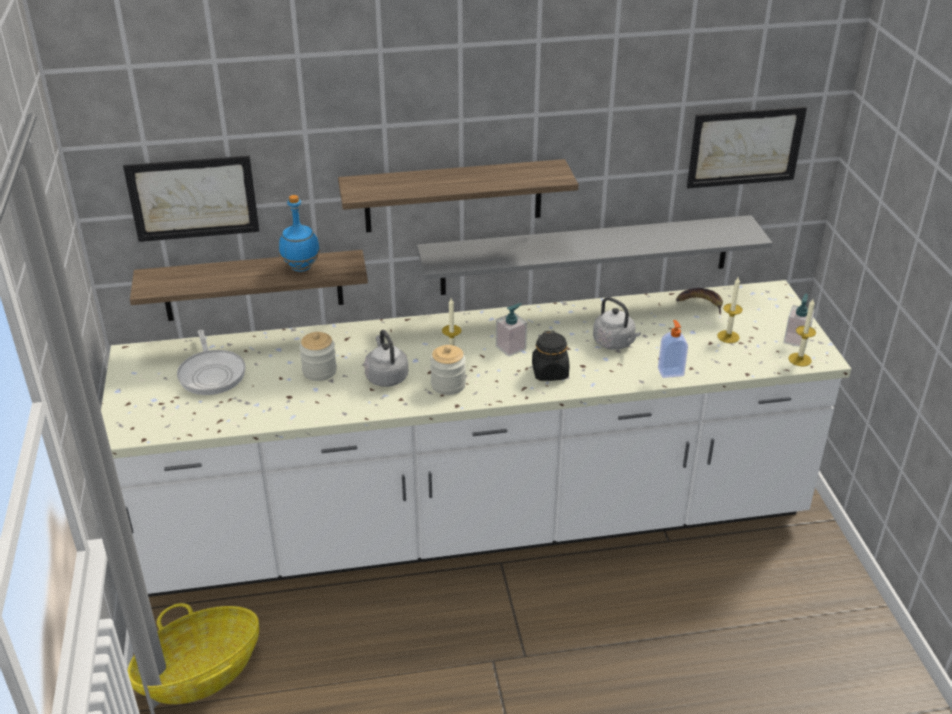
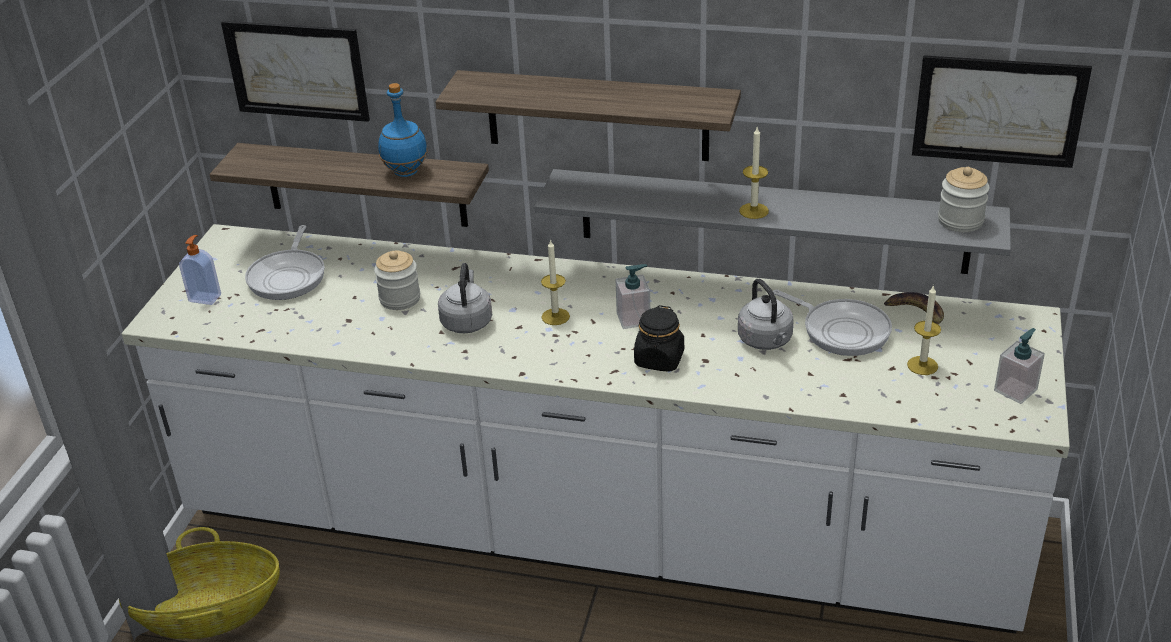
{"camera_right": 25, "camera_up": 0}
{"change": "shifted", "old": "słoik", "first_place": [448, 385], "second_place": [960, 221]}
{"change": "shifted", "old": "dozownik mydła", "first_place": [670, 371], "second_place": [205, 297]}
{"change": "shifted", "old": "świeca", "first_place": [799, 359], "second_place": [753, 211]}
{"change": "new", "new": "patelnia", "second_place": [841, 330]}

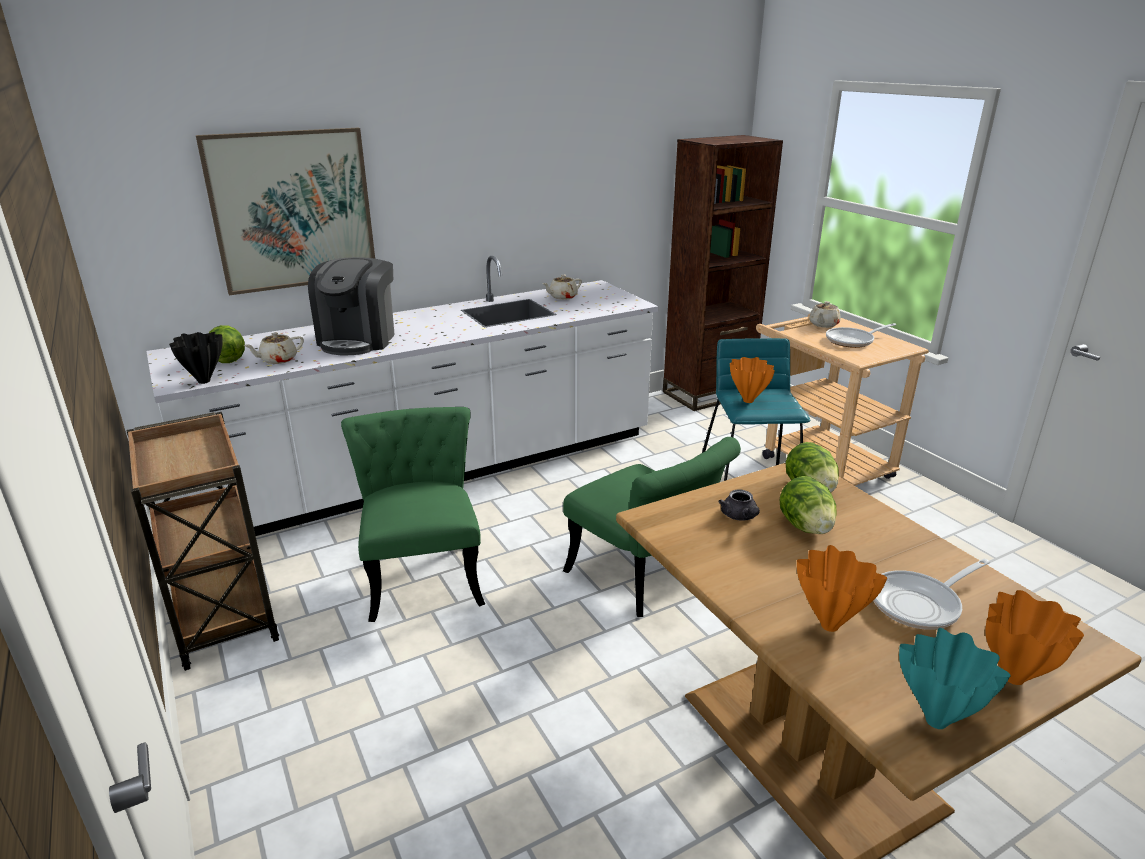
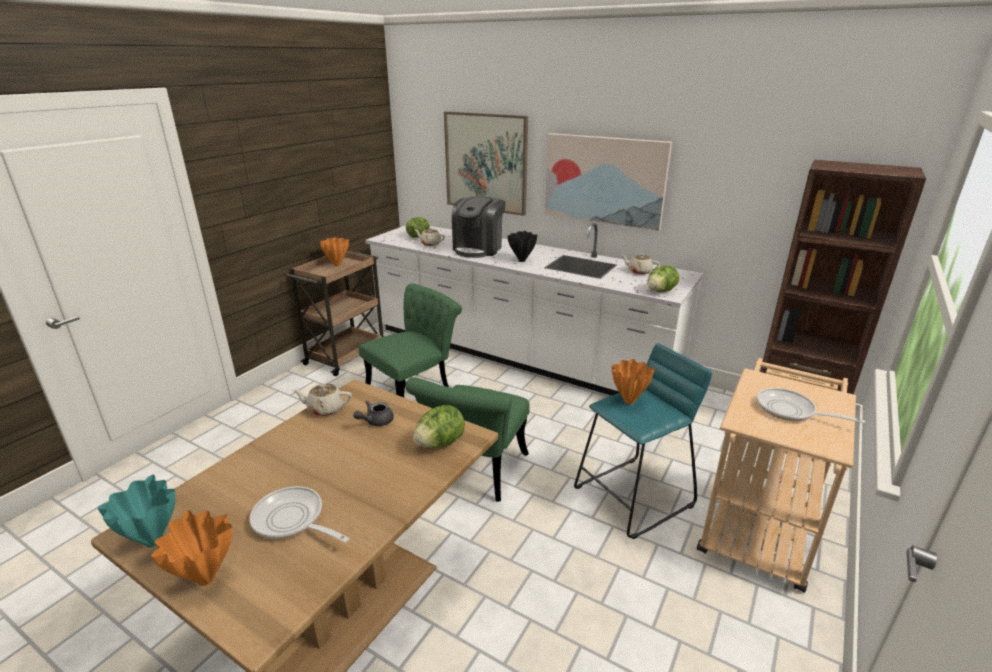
{"camera_right": 60, "camera_up": 0}
{"change": "shifted", "old": "wazon [czarny]", "first_place": [204, 381], "second_place": [522, 261]}
{"change": "rotated", "old": "ekspres do kawy", "first_place": [358, 340], "second_place": [478, 249], "degrees": -45}
{"change": "shifted", "old": "sałata", "first_place": [806, 527], "second_place": [660, 291]}
{"change": "shifted", "old": "wazon [pomarańczowy]", "first_place": [828, 625], "second_place": [337, 265]}
{"change": "shifted", "old": "imbryk [beżowy]", "first_place": [823, 324], "second_place": [325, 409]}
{"change": "new", "new": "obraz", "second_place": [604, 180]}

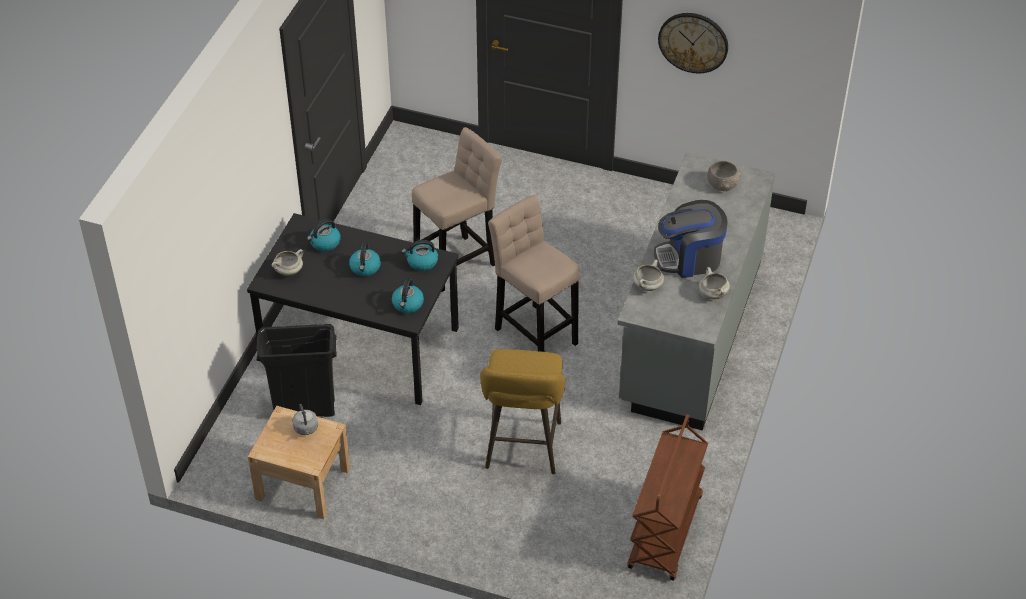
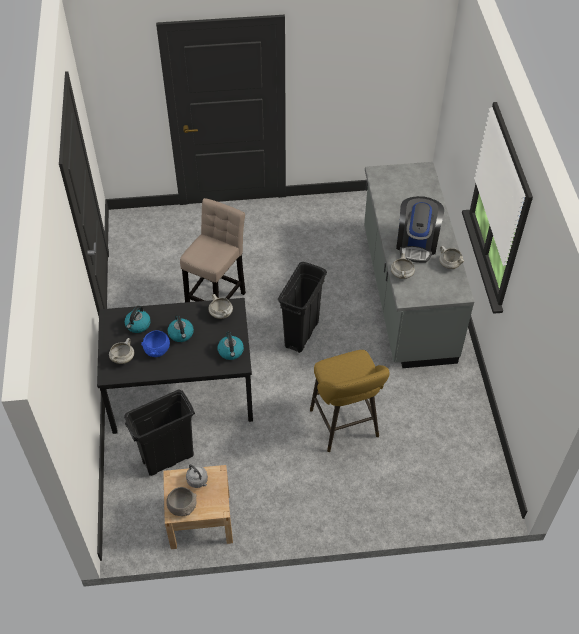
{"camera_right": -25, "camera_up": 5}
{"change": "swapped", "old": "czajnik", "new": "garnek [biały]", "first_place": [421, 262], "second_place": [221, 314]}
{"change": "swapped", "old": "stołek [beżowy]", "new": "kosz na śmieci [czarny]", "first_place": [534, 332], "second_place": [301, 334]}
{"change": "gone", "old": "wózek [brązowy]", "first_place": [666, 533]}
{"change": "rotated", "old": "ekspres do kawy", "first_place": [689, 258], "second_place": [417, 243], "degrees": -45}
{"change": "gone", "old": "zegar ścienny", "first_place": [693, 42]}
{"change": "shifted", "old": "miska [szary]", "first_place": [722, 185], "second_place": [182, 507]}
{"change": "new", "new": "miska [niebieski]", "second_place": [157, 350]}

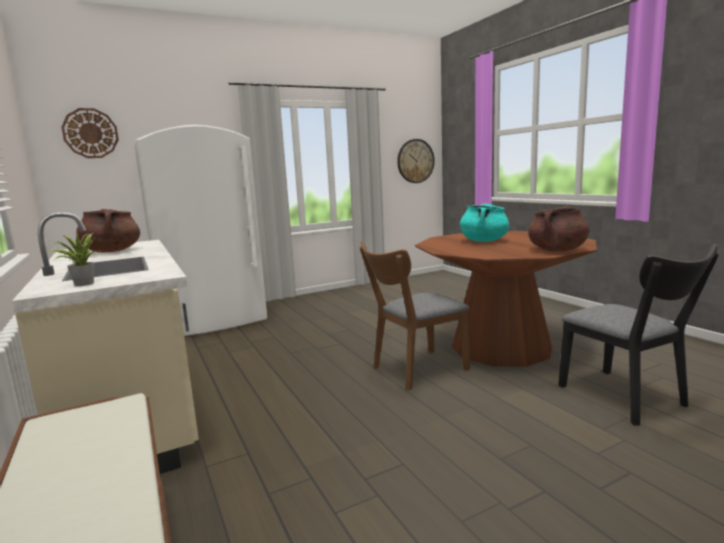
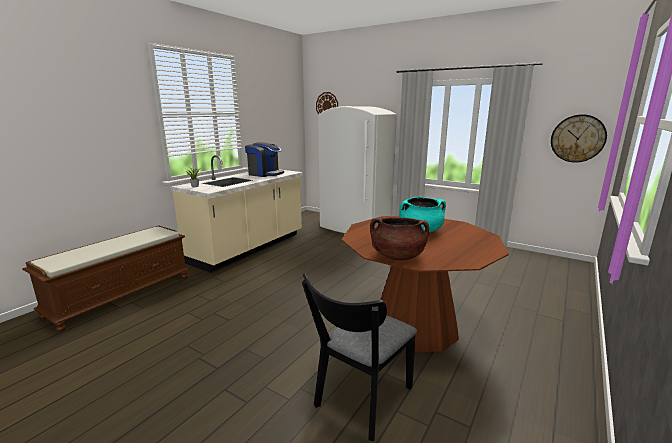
{"camera_right": 60, "camera_up": 5}
{"change": "swapped", "old": "garnek [brązowy]", "new": "ekspres do kawy", "first_place": [112, 251], "second_place": [265, 174]}
{"change": "gone", "old": "krzesło [brązowy]", "first_place": [414, 370]}

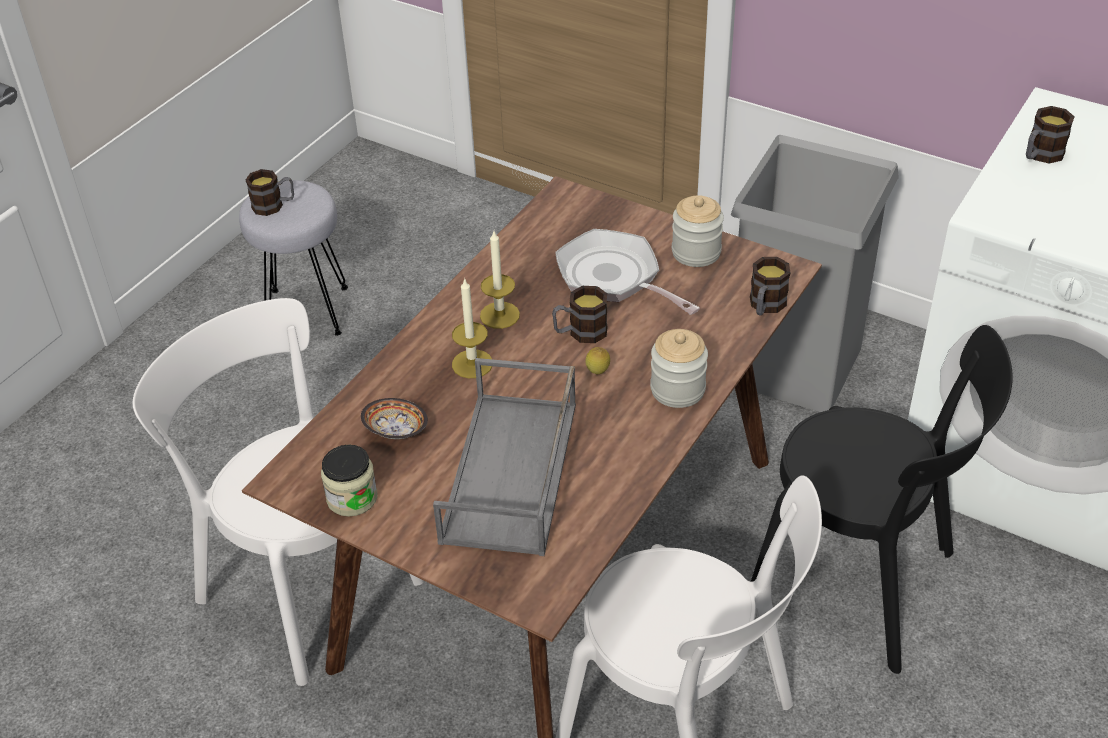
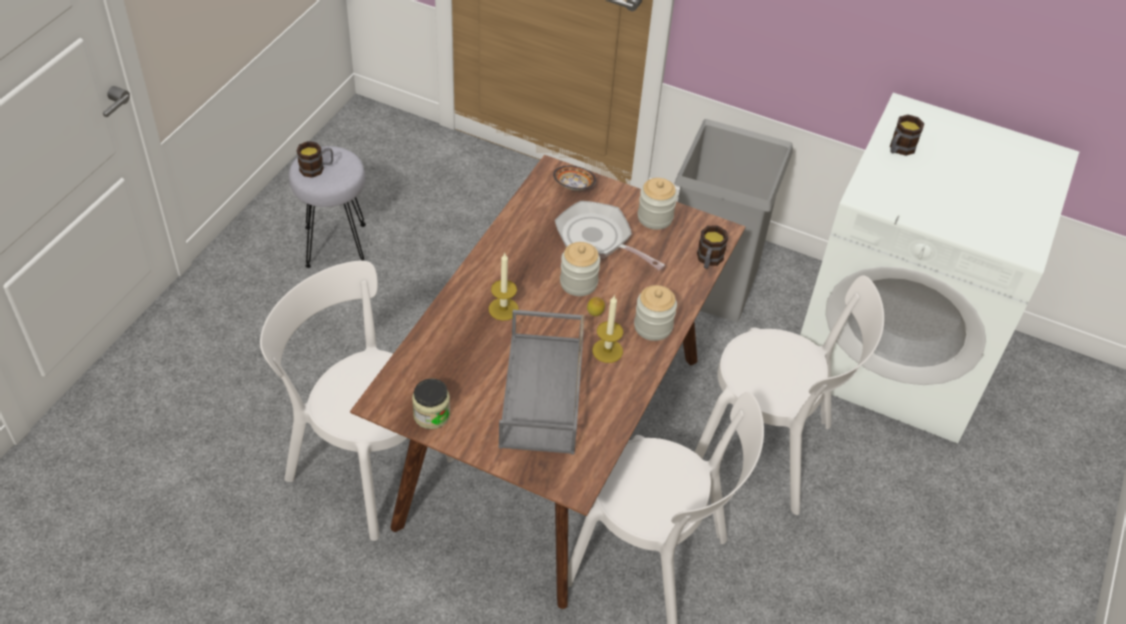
{"camera_right": -10, "camera_up": 5}
{"change": "shifted", "old": "miska", "first_place": [396, 431], "second_place": [573, 186]}
{"change": "shifted", "old": "świeca", "first_place": [499, 315], "second_place": [607, 351]}
{"change": "swapped", "old": "kubek", "new": "słoik", "first_place": [580, 332], "second_place": [578, 283]}
{"change": "repainted", "old": "krzesło [czarny]", "new": "krzesło [biały]", "first_place": [860, 584], "second_place": [768, 450]}

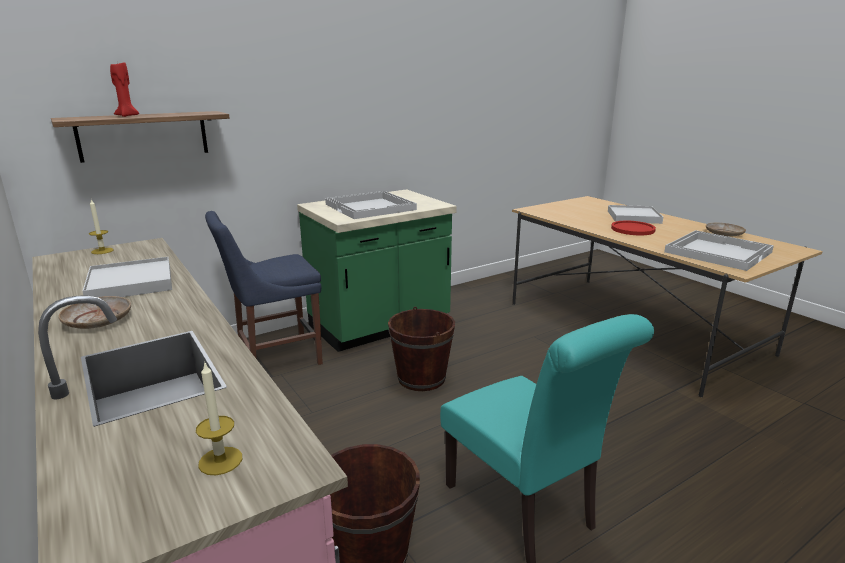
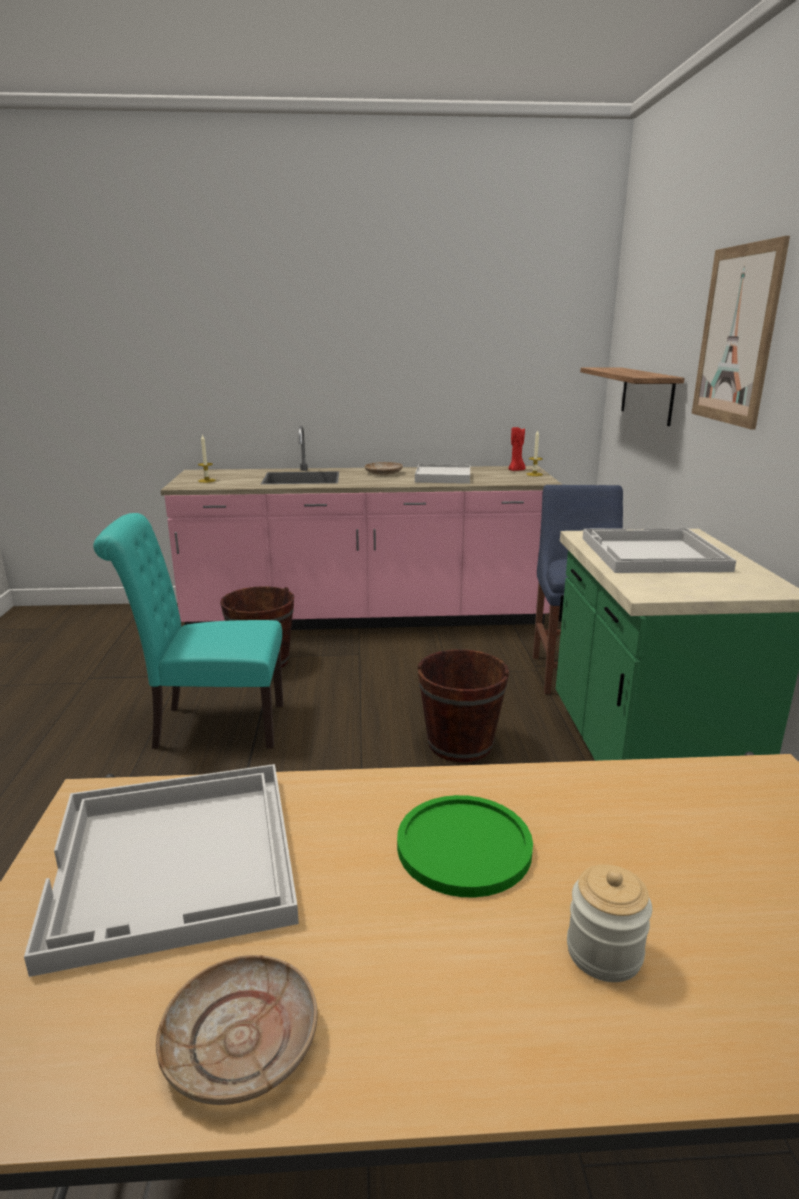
{"camera_right": 120, "camera_up": 0}
{"change": "shifted", "old": "świeca [czerwony]", "first_place": [127, 116], "second_place": [516, 470]}
{"change": "swapped", "old": "taca [biały]", "new": "słoik", "first_place": [633, 217], "second_place": [604, 952]}
{"change": "repainted", "old": "talerz [czerwony]", "new": "talerz [zielony]", "first_place": [632, 229], "second_place": [464, 846]}
{"change": "new", "new": "obraz", "second_place": [736, 335]}

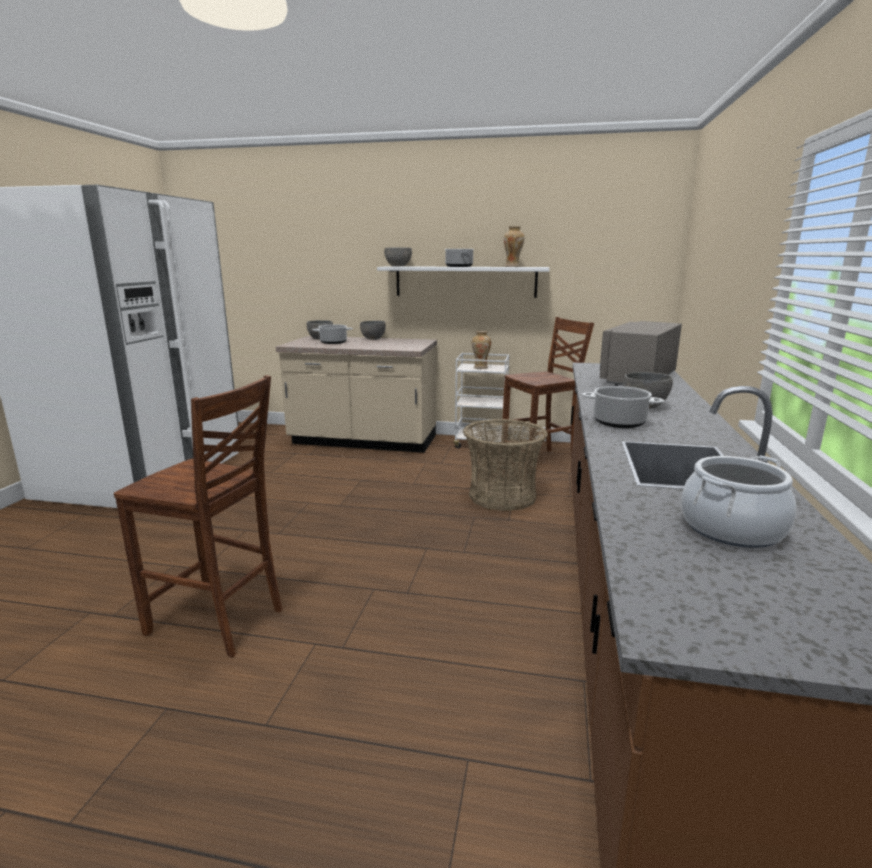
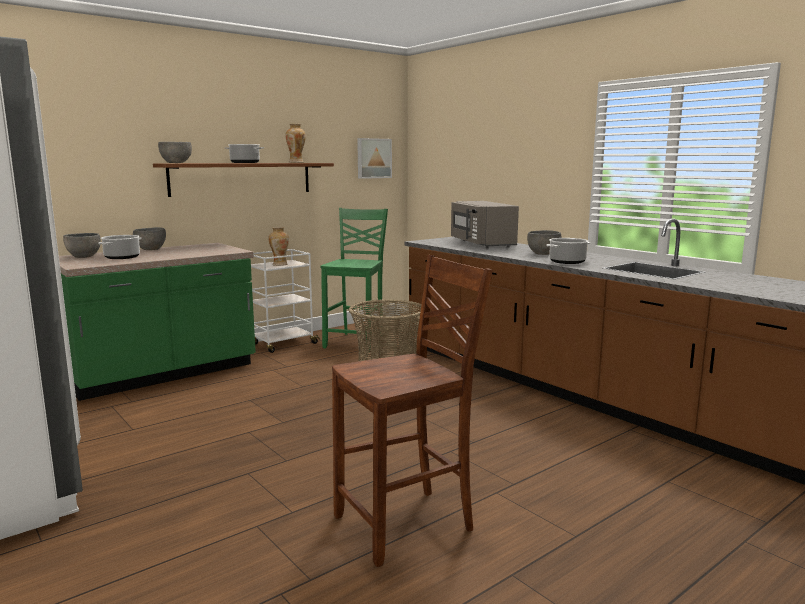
{"camera_right": -50, "camera_up": -5}
{"change": "repainted", "old": "zabudowa kuchenna [beżowy]", "new": "zabudowa kuchenna [zielony]", "first_place": [363, 441], "second_place": [163, 374]}
{"change": "repainted", "old": "półka [biały]", "new": "półka [brązowy]", "first_place": [465, 281], "second_place": [242, 178]}
{"change": "repainted", "old": "krzesło [brązowy]", "new": "krzesło [zielony]", "first_place": [540, 461], "second_place": [356, 342]}
{"change": "gone", "old": "garnek", "first_place": [731, 528]}
{"change": "new", "new": "obraz", "second_place": [373, 158]}

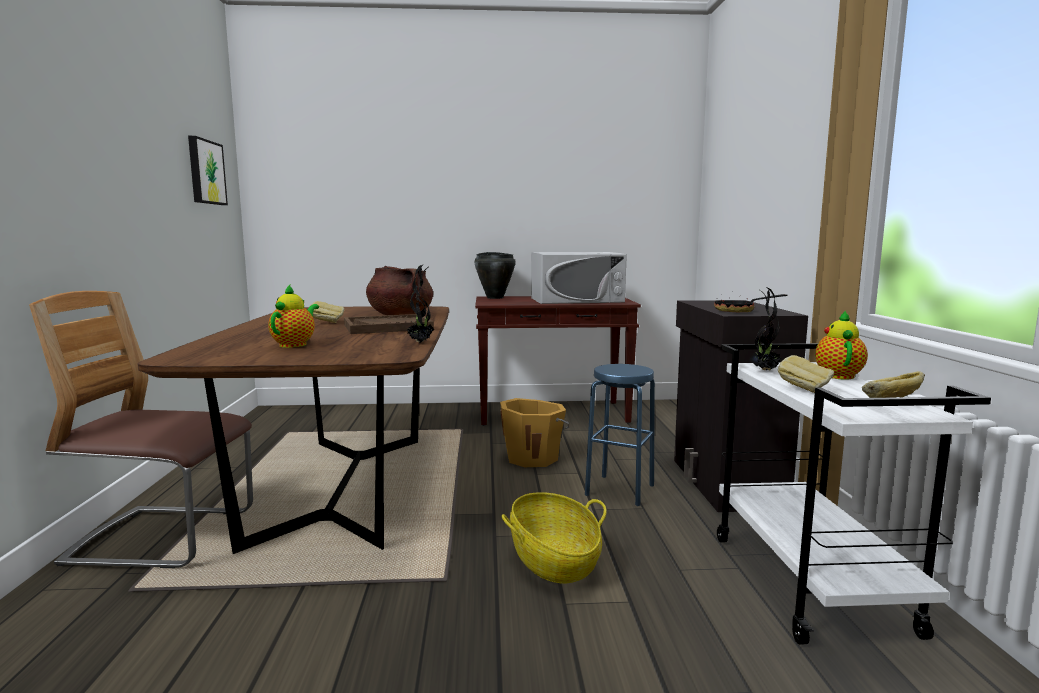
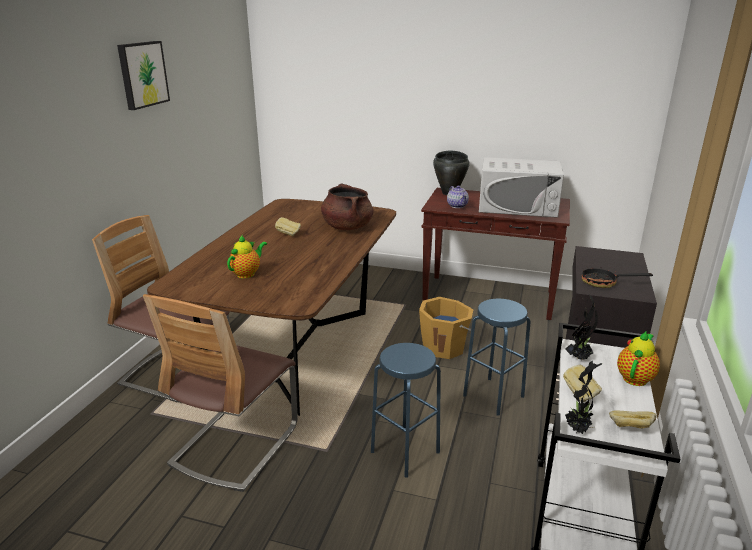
{"camera_right": 20, "camera_up": 15}
{"change": "shifted", "old": "obraz", "first_place": [205, 172], "second_place": [142, 74]}
{"change": "gone", "old": "taca [brązowy]", "first_place": [388, 327]}
{"change": "shifted", "old": "roślina doniczkowa", "first_place": [420, 342], "second_place": [578, 430]}
{"change": "swapped", "old": "koszyk", "new": "stołek [niebieski]", "first_place": [553, 560], "second_place": [405, 452]}
{"change": "new", "new": "krzesło", "second_place": [235, 445]}
{"change": "new", "new": "imbryk", "second_place": [457, 205]}

